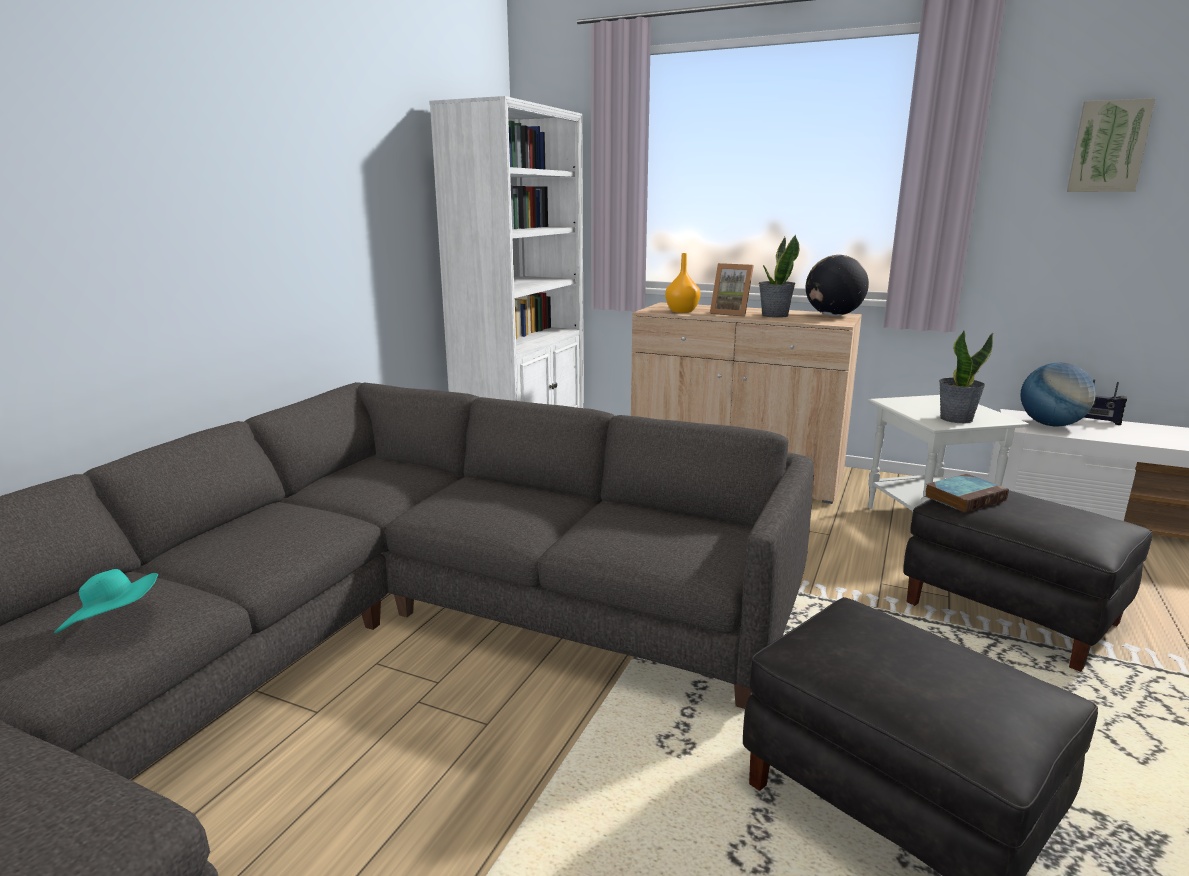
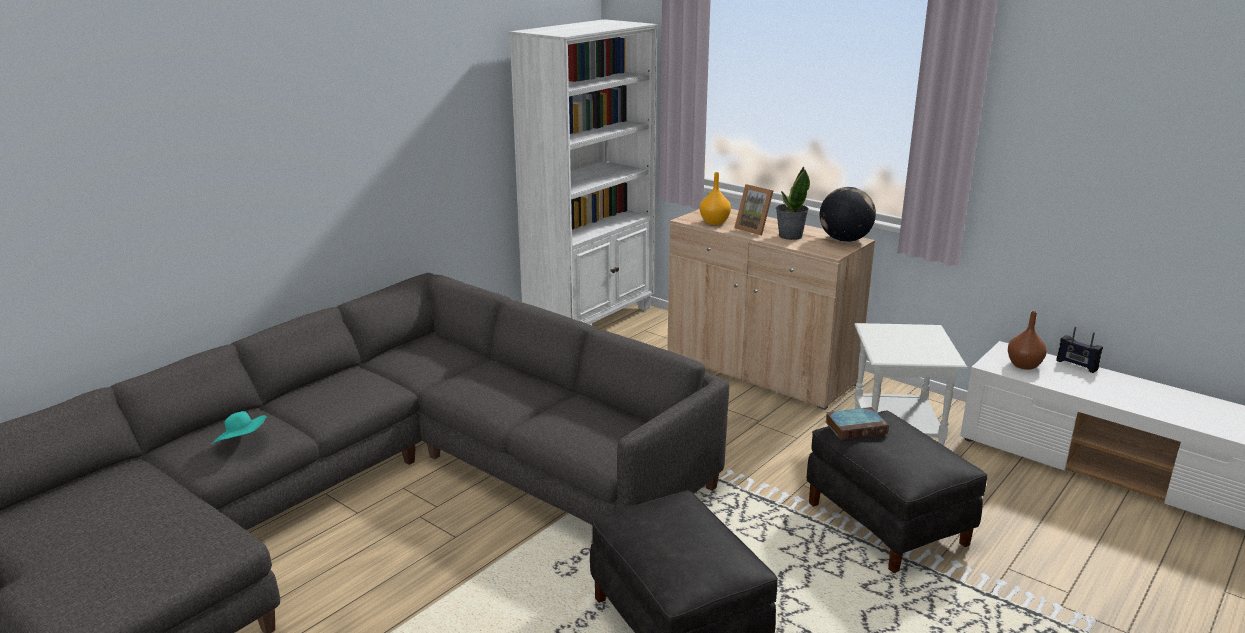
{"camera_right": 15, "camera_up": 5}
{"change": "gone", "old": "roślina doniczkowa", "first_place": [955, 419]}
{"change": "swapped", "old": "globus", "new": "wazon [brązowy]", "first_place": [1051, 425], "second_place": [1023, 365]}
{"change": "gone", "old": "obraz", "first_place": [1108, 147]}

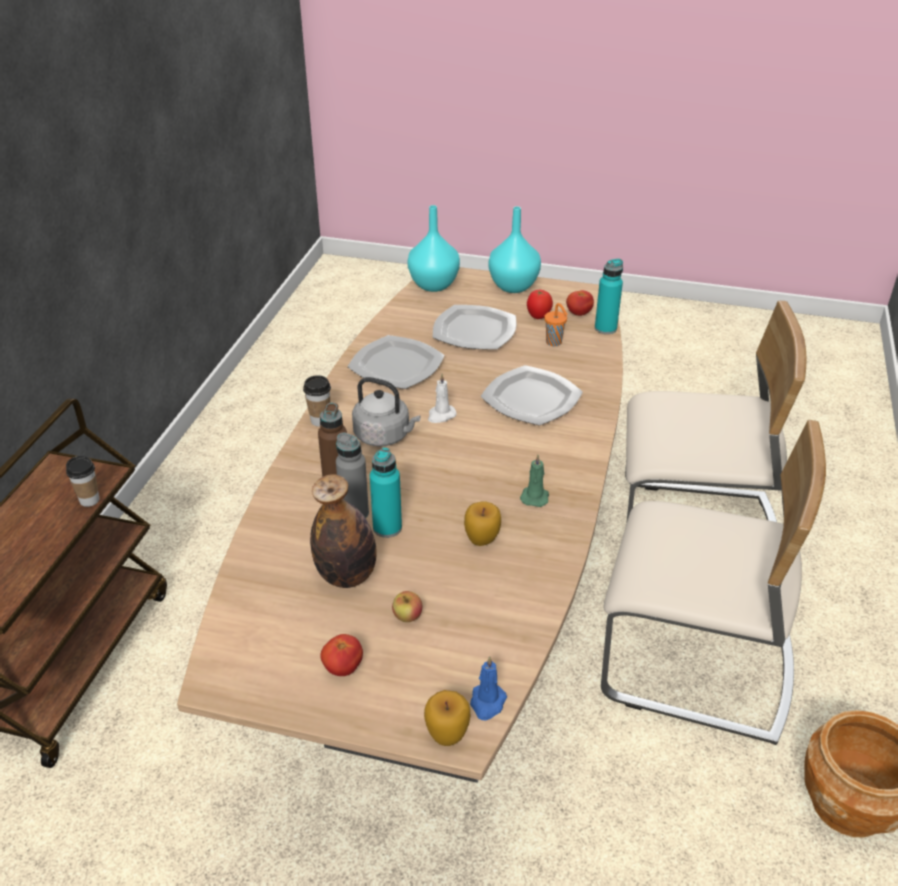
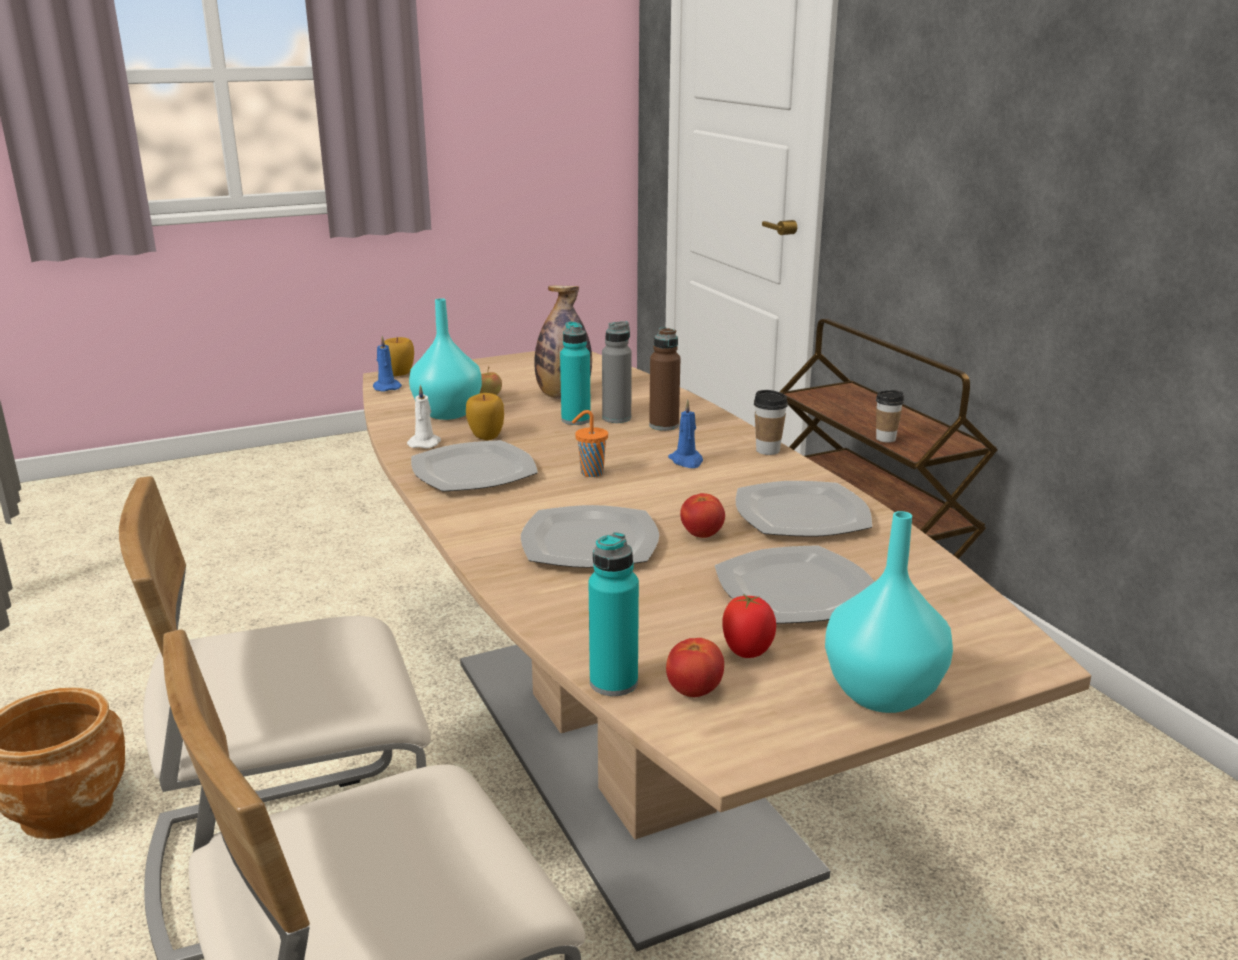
{"camera_right": 140, "camera_up": -15}
{"change": "shifted", "old": "pomidor", "first_place": [343, 668], "second_place": [702, 534]}
{"change": "swapped", "old": "czajnik [szary]", "new": "świeca [niebieski]", "first_place": [384, 436], "second_place": [686, 461]}
{"change": "shifted", "old": "wazon [turkusowy]", "first_place": [433, 284], "second_place": [449, 413]}
{"change": "shifted", "old": "świeca [biały]", "first_place": [441, 415], "second_place": [425, 443]}
{"change": "swapped", "old": "świeca [zielony]", "new": "talerz", "first_place": [535, 496], "second_place": [473, 472]}
{"change": "shifted", "old": "filiżanka [pomarańczowy]", "first_place": [554, 343], "second_place": [590, 473]}

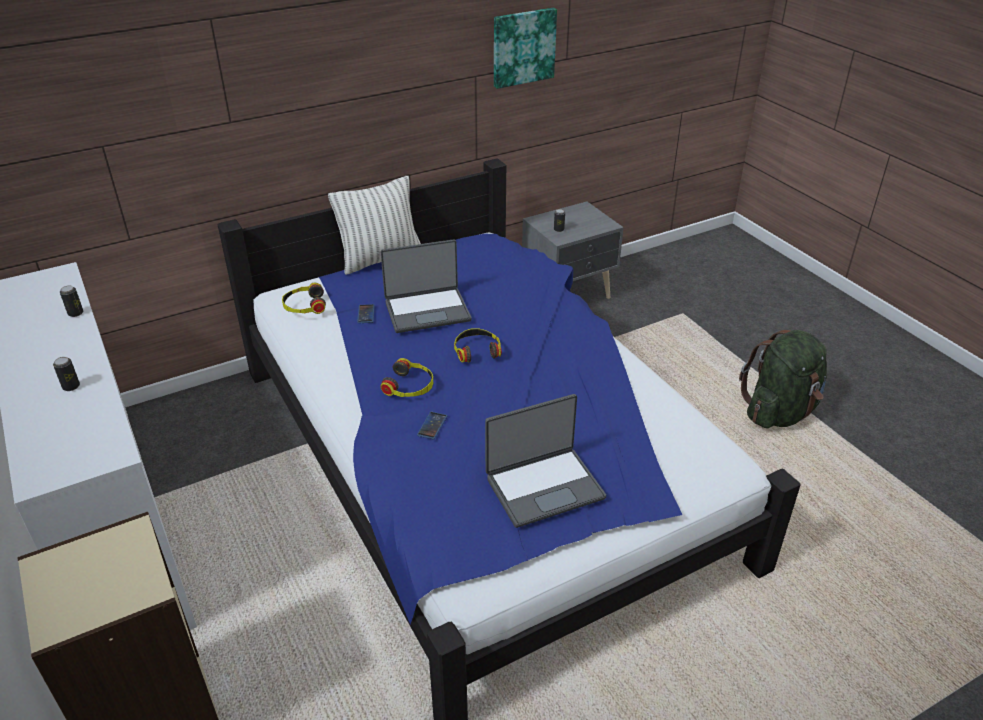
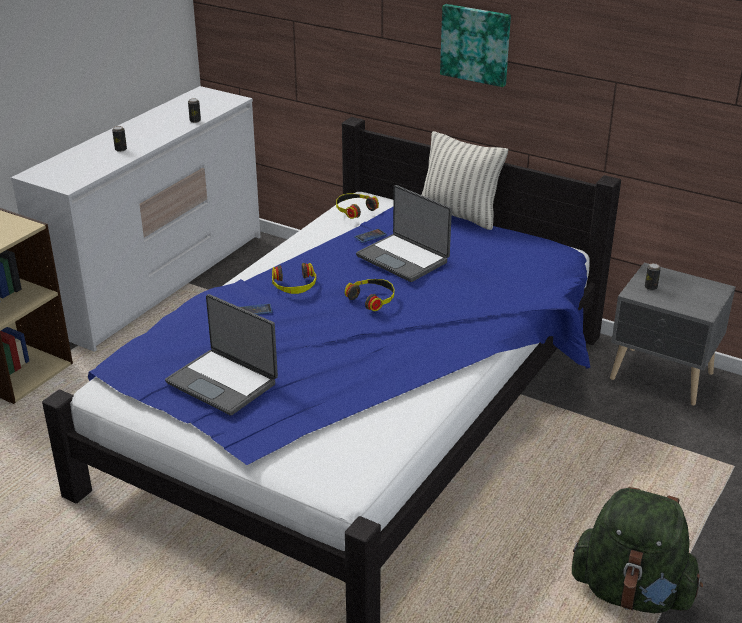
{"camera_right": 60, "camera_up": -5}
{"change": "shifted", "old": "obraz", "first_place": [523, 47], "second_place": [476, 44]}

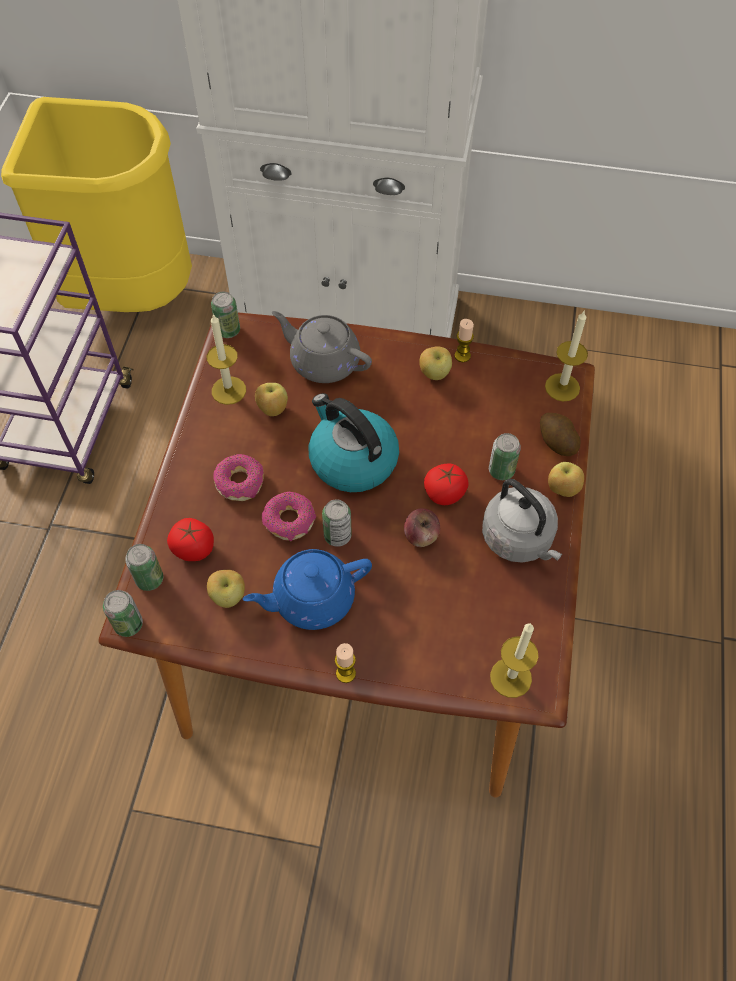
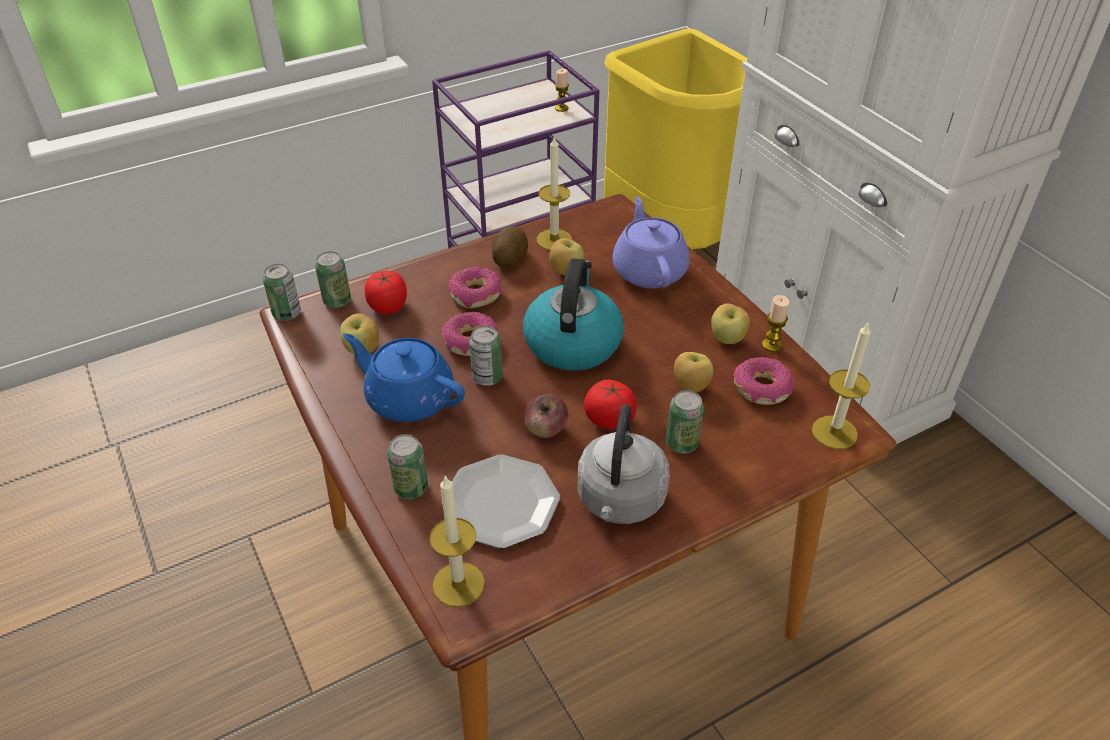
{"camera_right": 50, "camera_up": -15}
{"change": "shifted", "old": "puszka", "first_place": [228, 330], "second_place": [411, 488]}
{"change": "repainted", "old": "imbryk [szary]", "new": "imbryk [fioletowy]", "first_place": [323, 361], "second_place": [649, 270]}
{"change": "shifted", "old": "świeca", "first_place": [345, 673], "second_place": [561, 108]}
{"change": "shifted", "old": "ziemniak", "first_place": [556, 442], "second_place": [510, 258]}
{"change": "shifted", "old": "jabłko", "first_place": [562, 489], "second_place": [690, 387]}
{"change": "new", "new": "talerz", "second_place": [500, 504]}
{"change": "new", "new": "donut", "second_place": [762, 389]}

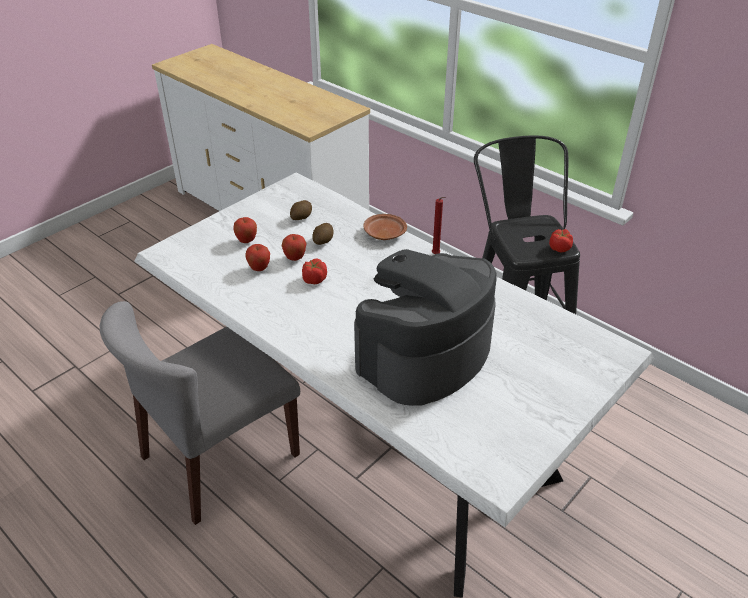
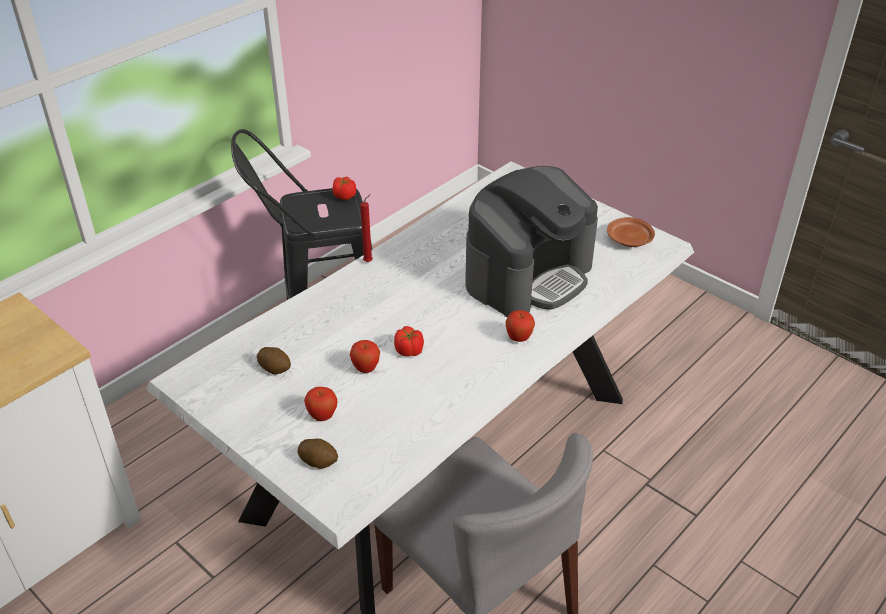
{"camera_right": -90, "camera_up": 0}
{"change": "shifted", "old": "jabłko", "first_place": [259, 269], "second_place": [519, 338]}
{"change": "shifted", "old": "ziemniak", "first_place": [323, 241], "second_place": [319, 461]}
{"change": "rotated", "old": "ekspres do kawy", "first_place": [423, 356], "second_place": [528, 275], "degrees": -90}
{"change": "shifted", "old": "talerz [brązowy]", "first_place": [384, 233], "second_place": [629, 239]}

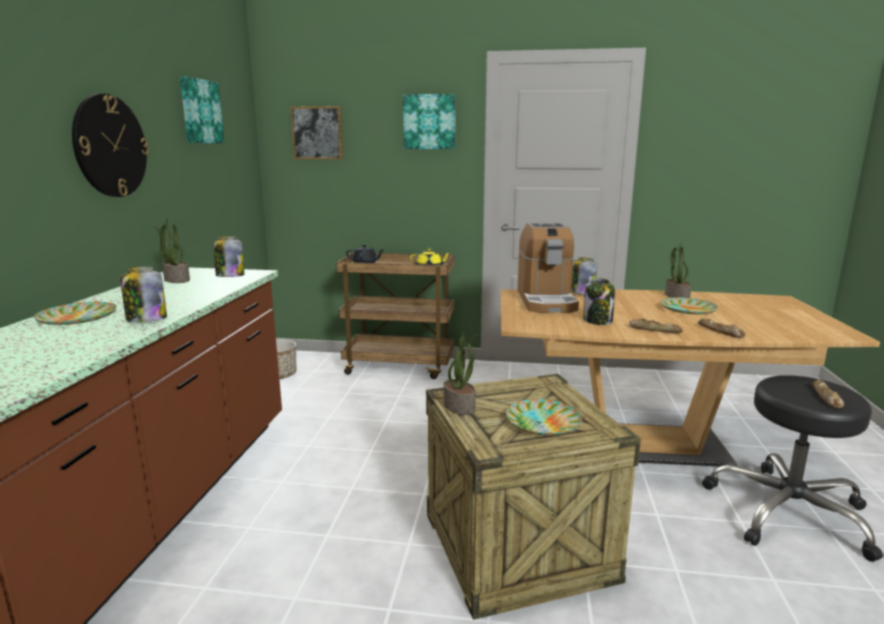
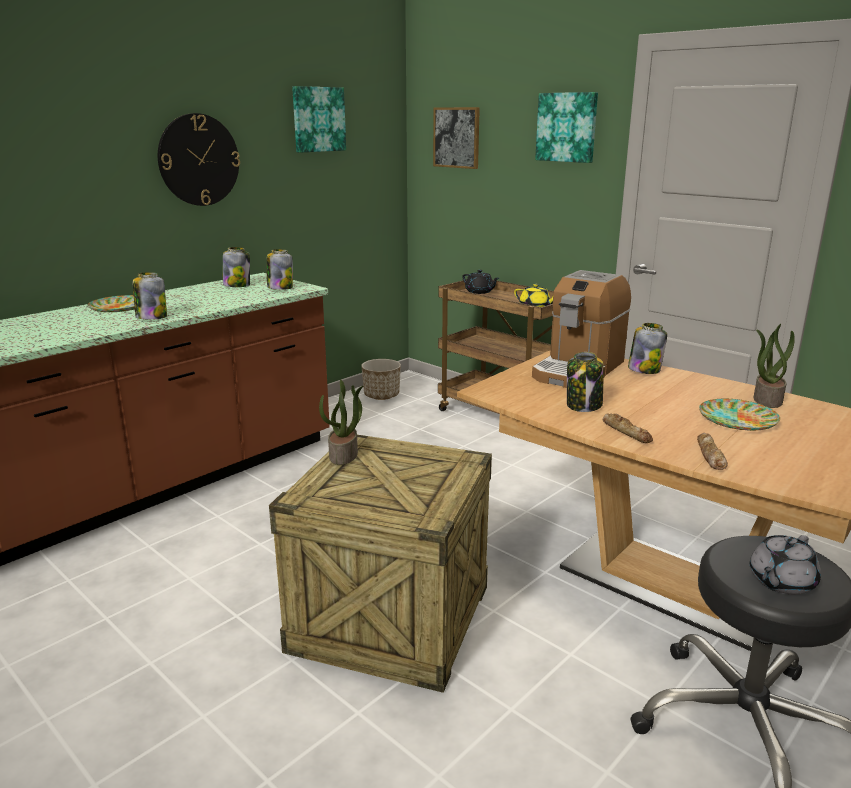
{"camera_right": 35, "camera_up": 5}
{"change": "swapped", "old": "roślina doniczkowa", "new": "słoik", "first_place": [176, 280], "second_place": [237, 285]}
{"change": "gone", "old": "talerz", "first_place": [542, 422]}
{"change": "swapped", "old": "chleb", "new": "imbryk [szary]", "first_place": [825, 397], "second_place": [780, 582]}

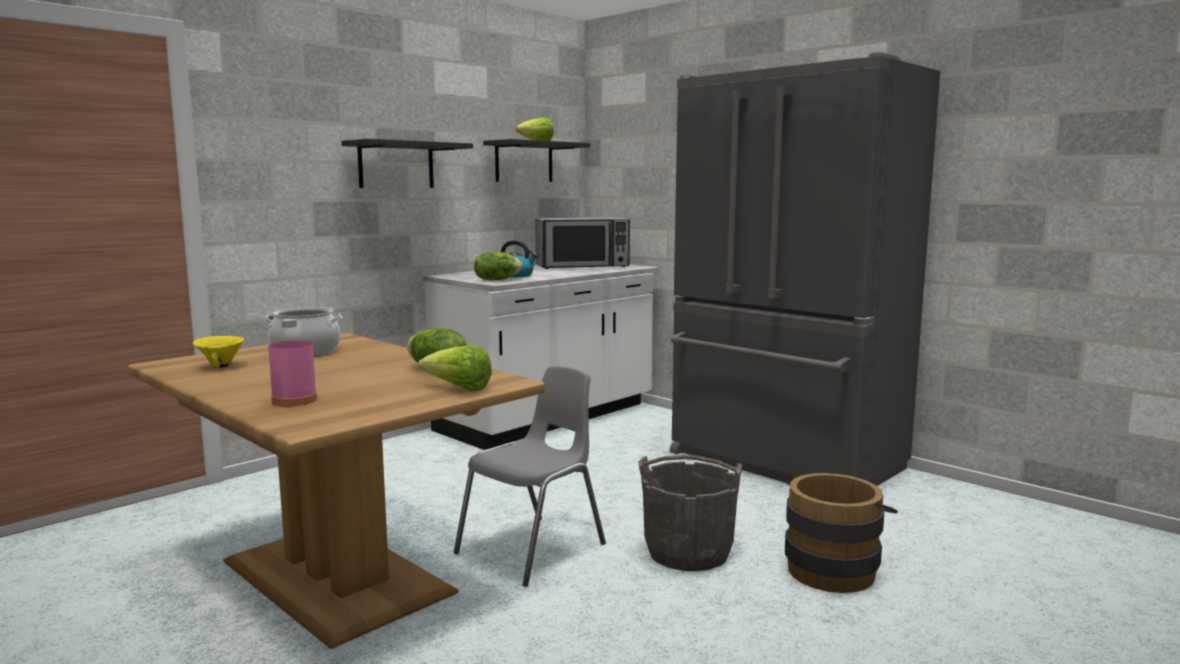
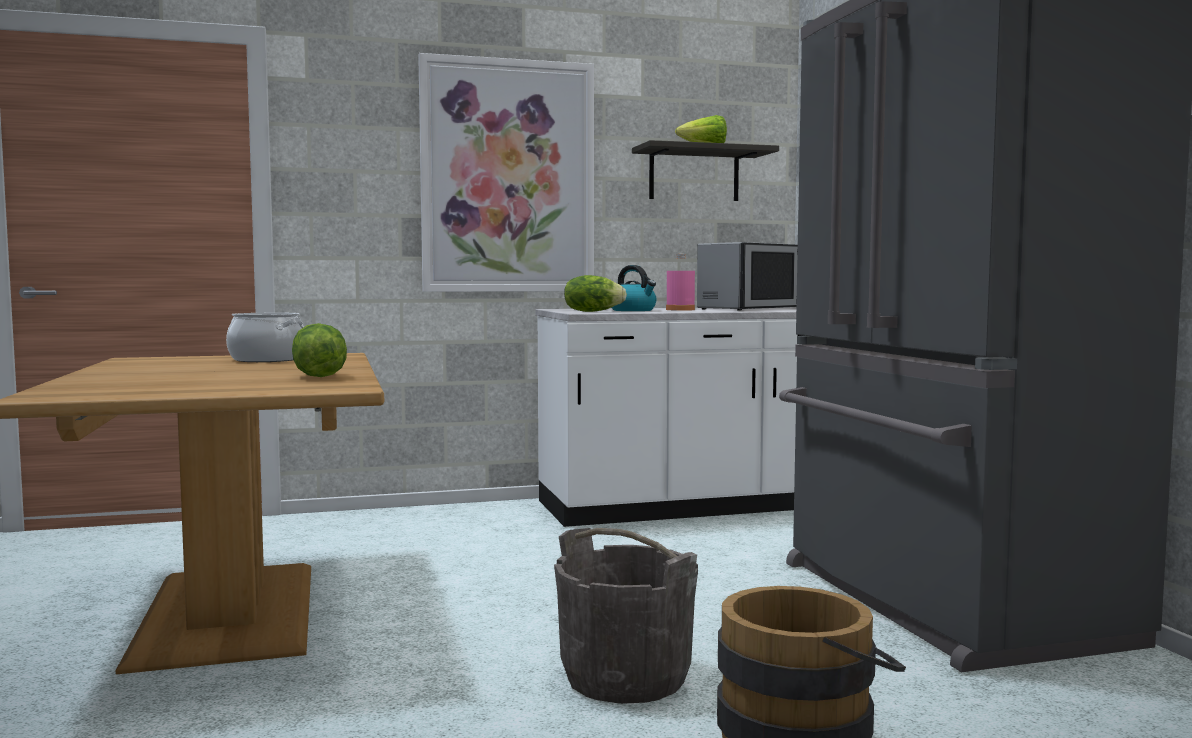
{"camera_right": 30, "camera_up": -5}
{"change": "gone", "old": "miska [żółty]", "first_place": [220, 366]}
{"change": "shifted", "old": "butelka [różowy]", "first_place": [294, 400], "second_place": [680, 310]}
{"change": "swapped", "old": "półka", "new": "obraz", "first_place": [396, 165], "second_place": [508, 177]}
{"change": "gone", "old": "sałata", "first_place": [459, 389]}
{"change": "gone", "old": "krzesło [szary]", "first_place": [534, 548]}
{"change": "rotated", "old": "mikrofalówka", "first_place": [582, 266], "second_place": [756, 308], "degrees": -60}

